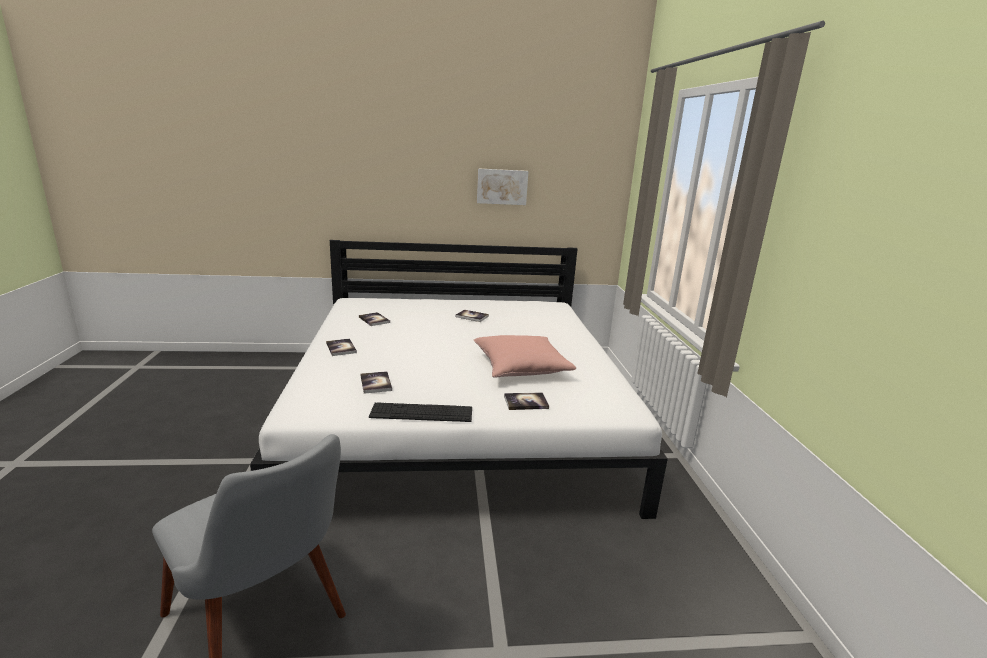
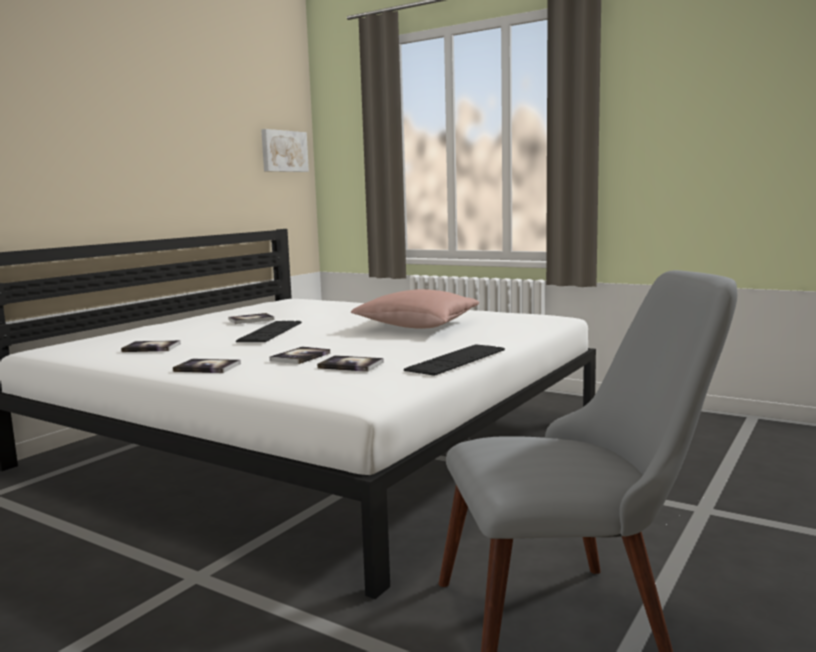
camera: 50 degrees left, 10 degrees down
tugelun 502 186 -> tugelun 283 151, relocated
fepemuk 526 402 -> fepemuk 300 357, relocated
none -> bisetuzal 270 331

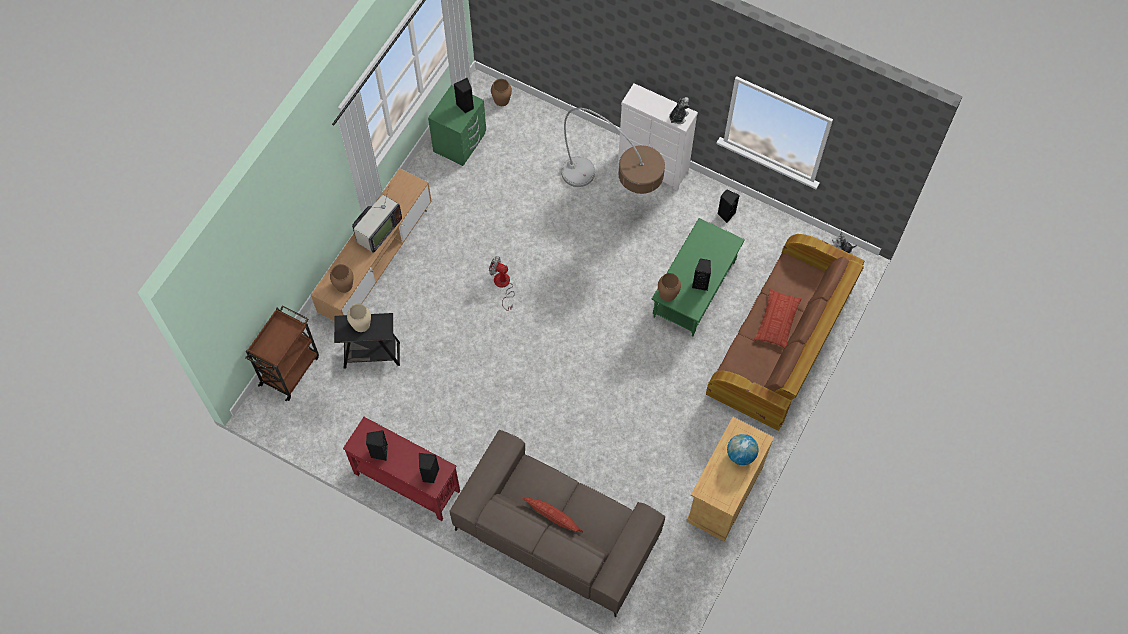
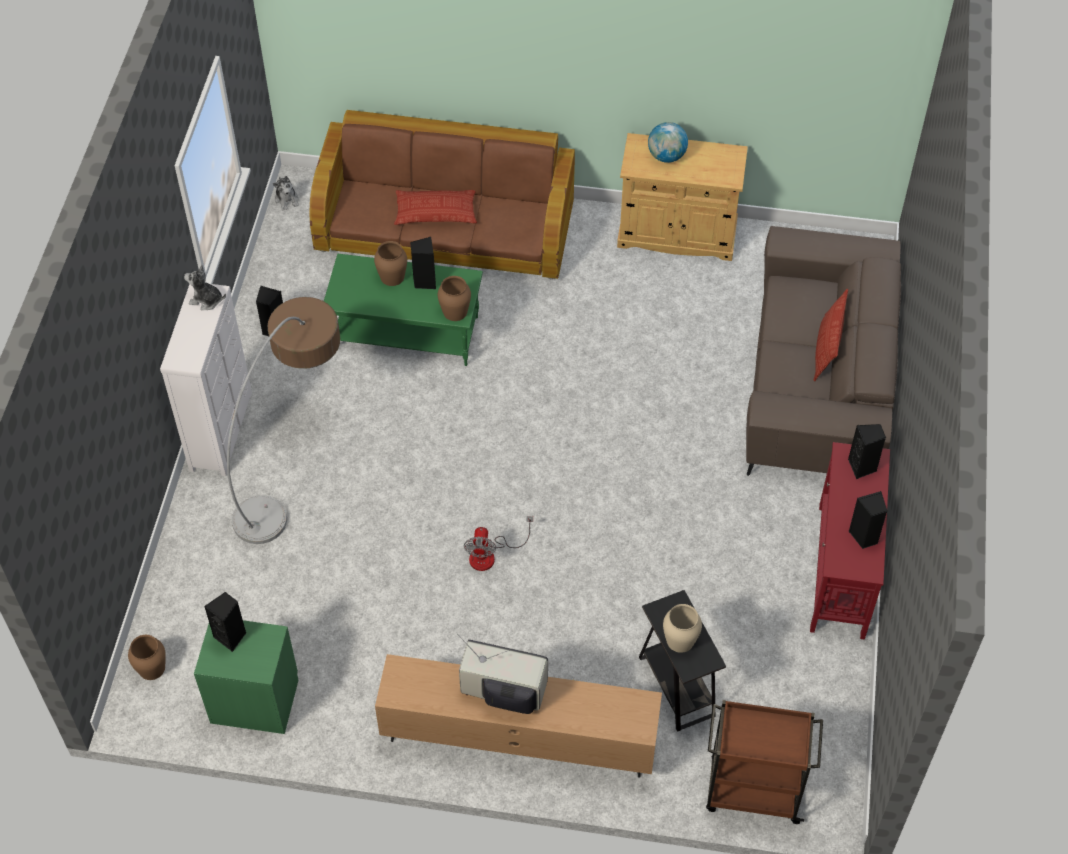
camera: 110 degrees left, 10 degrees down
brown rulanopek 344 284 -> brown rulanopek 392 277, relocated

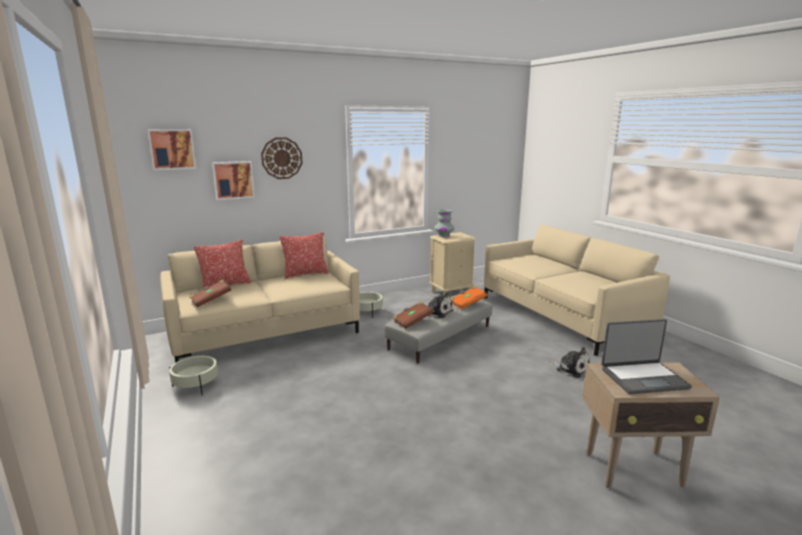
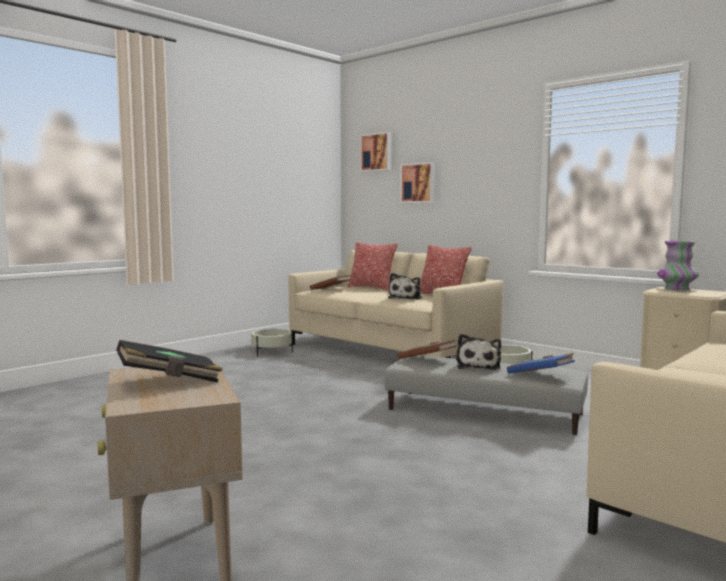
camera: 70 degrees right, 10 degrees down
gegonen 281 158 -> none
orange fepemuk 467 304 -> blue fepemuk 540 376
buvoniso 643 378 -> black fepemuk 169 381
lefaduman 571 369 -> lefaduman 406 298, relocated

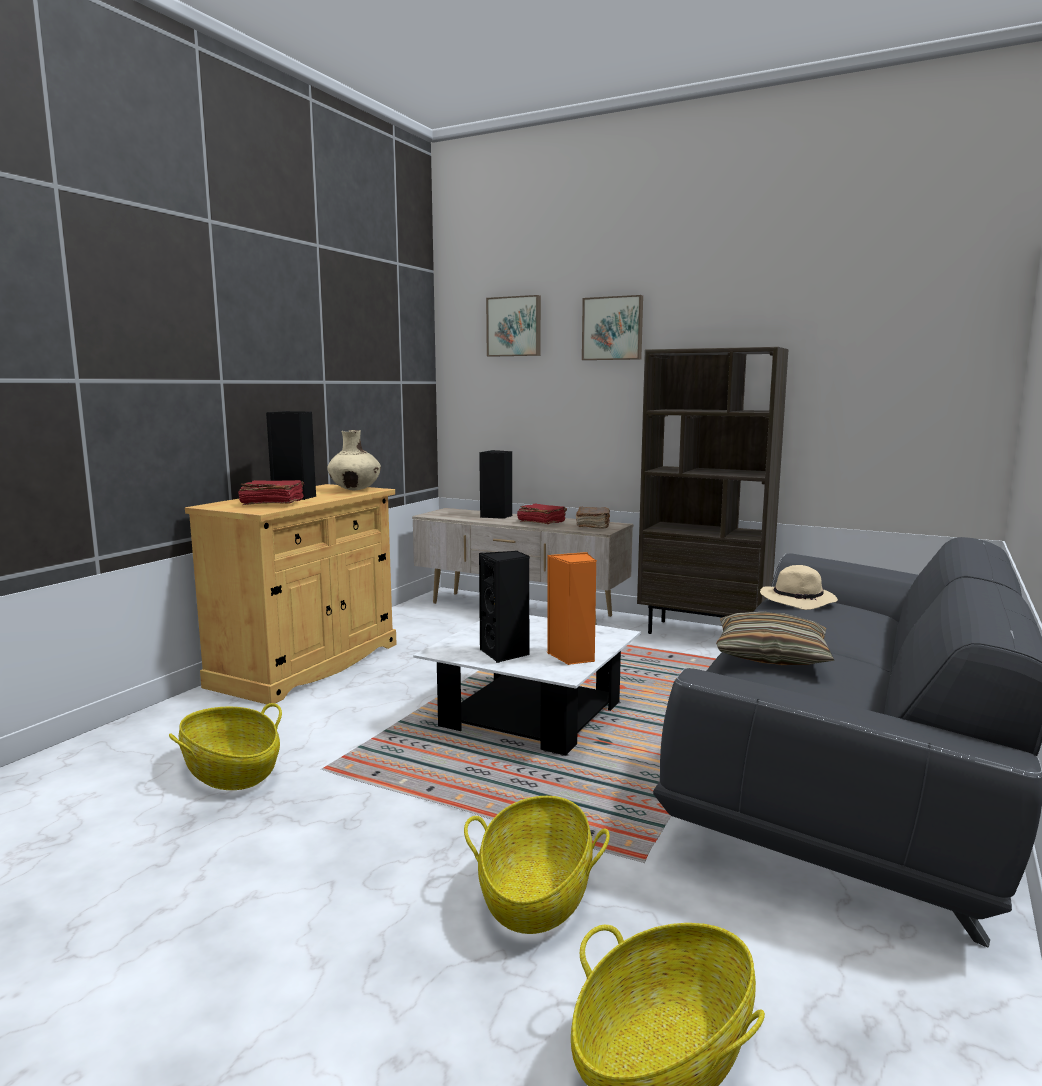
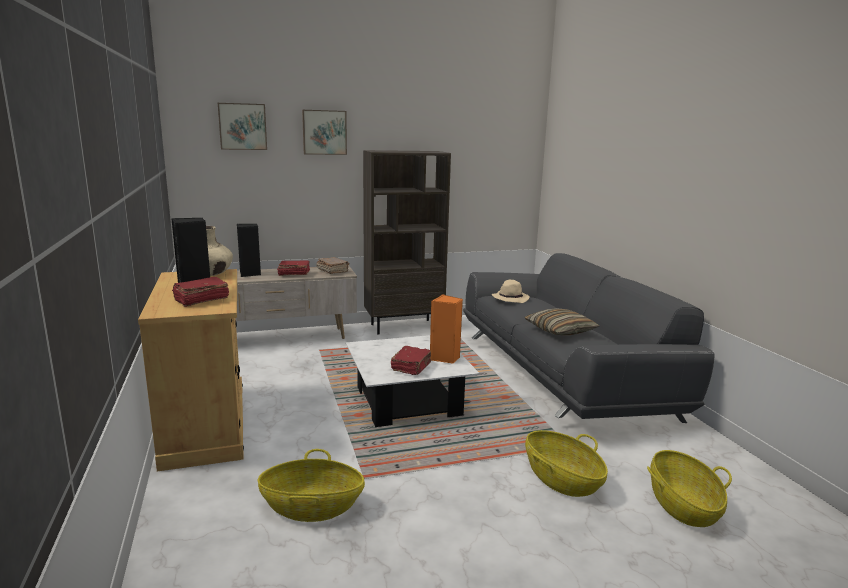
camera: 45 degrees left, 5 degrees up
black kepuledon 505 653 -> red fepemuk 411 367

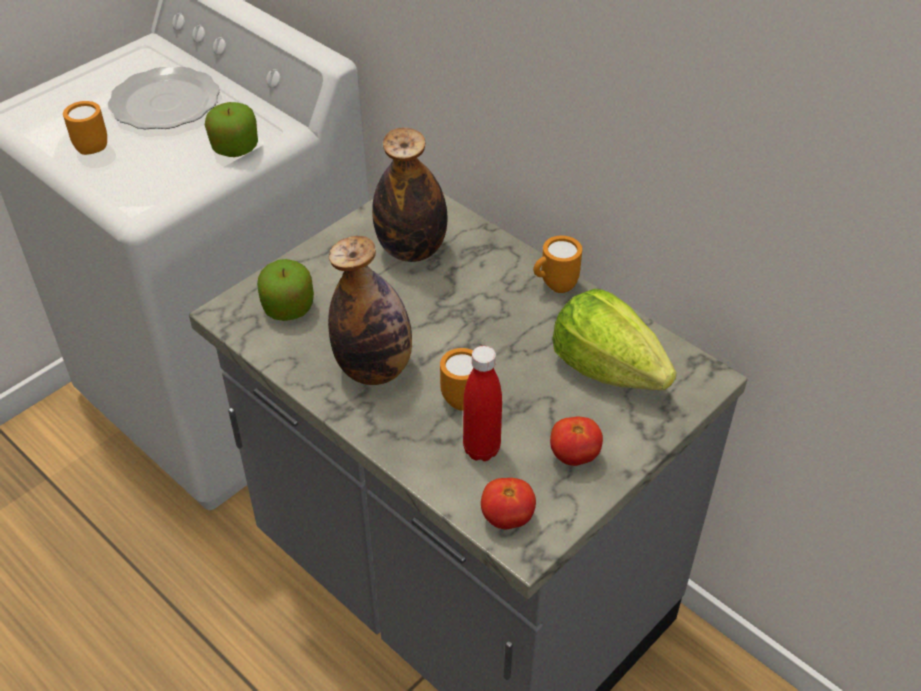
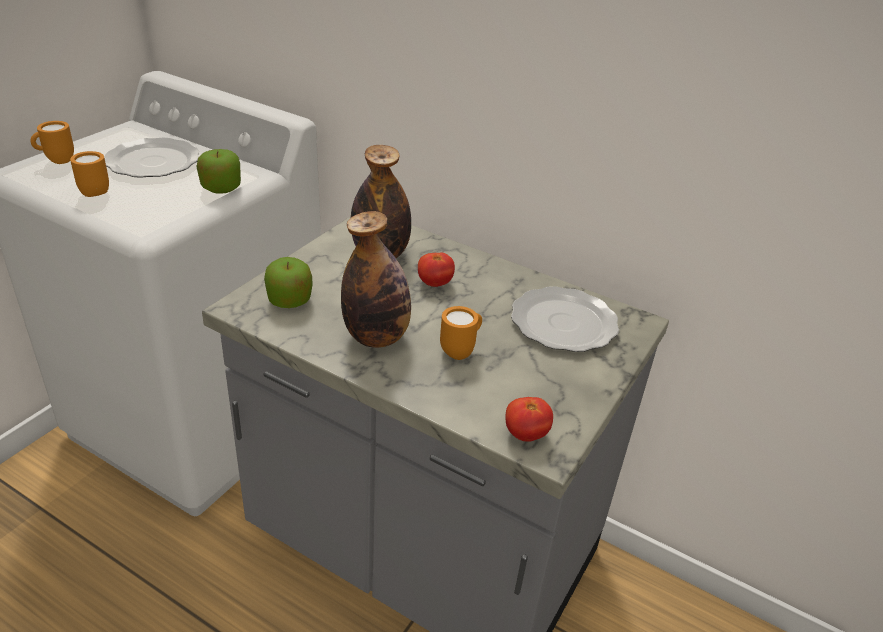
camera: 15 degrees left, 10 degrees down
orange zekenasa 554 286 -> orange zekenasa 56 161, relocated
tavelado 607 368 -> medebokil 563 322
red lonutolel 481 449 -> none
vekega 574 455 -> vekega 434 283, relocated

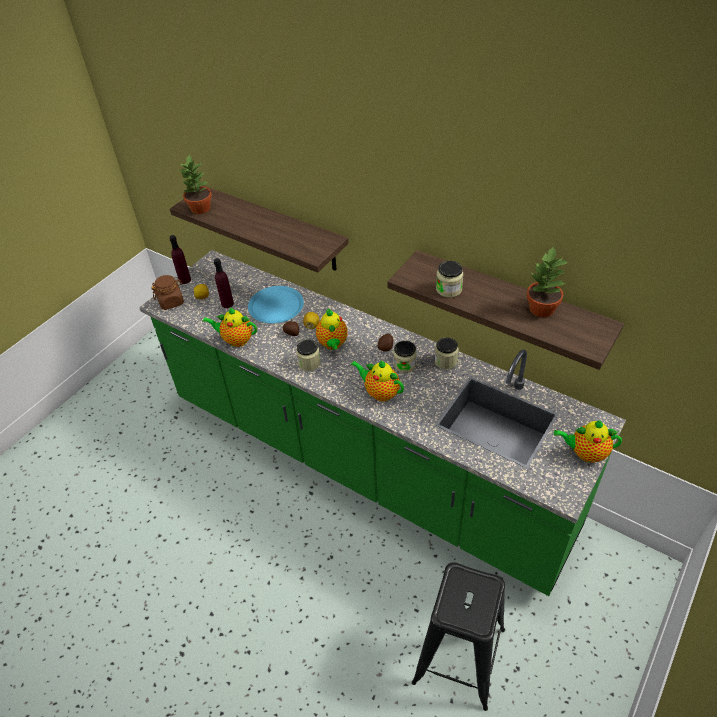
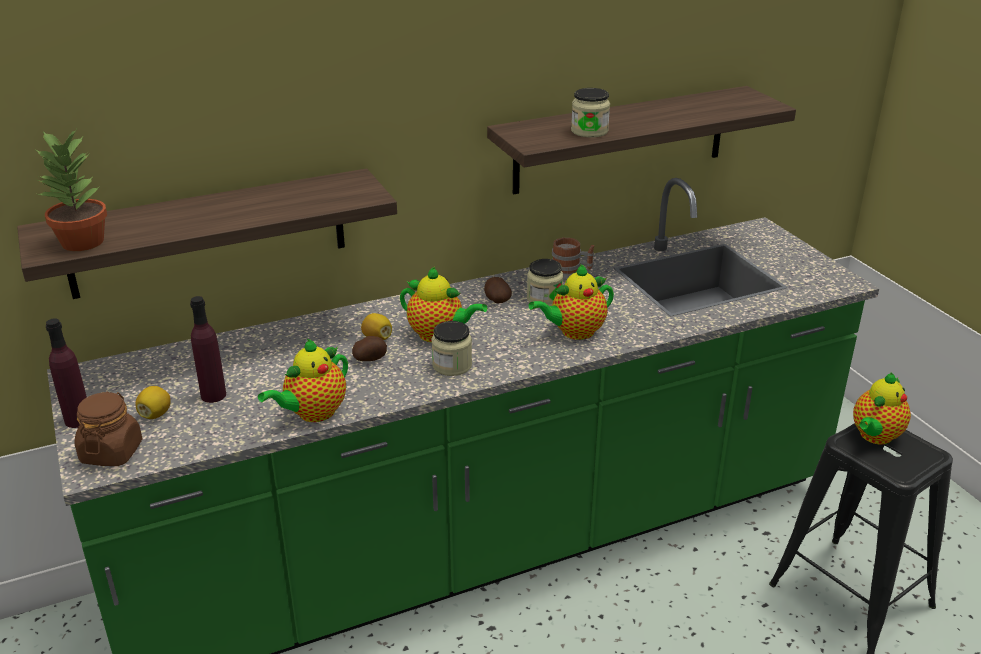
camera: 60 degrees left, 15 degrees down
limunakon 541 309 -> none
blue medebokil 276 306 -> none
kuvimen 445 361 -> zekenasa 571 272
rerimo 585 453 -> rerimo 874 436, relocated

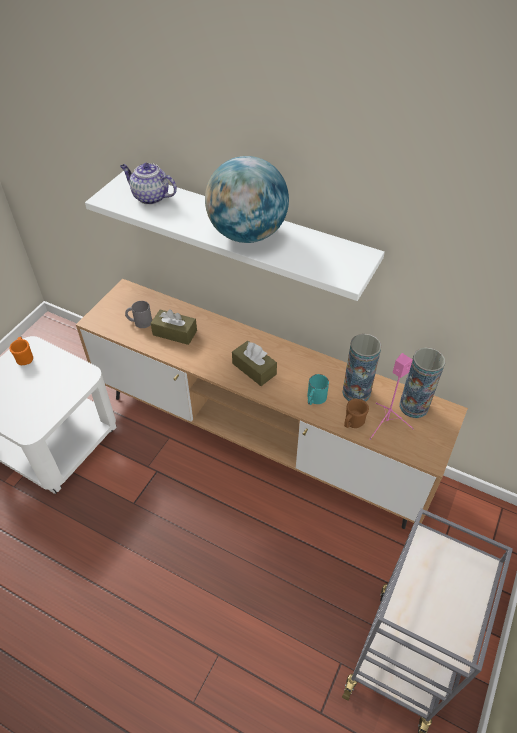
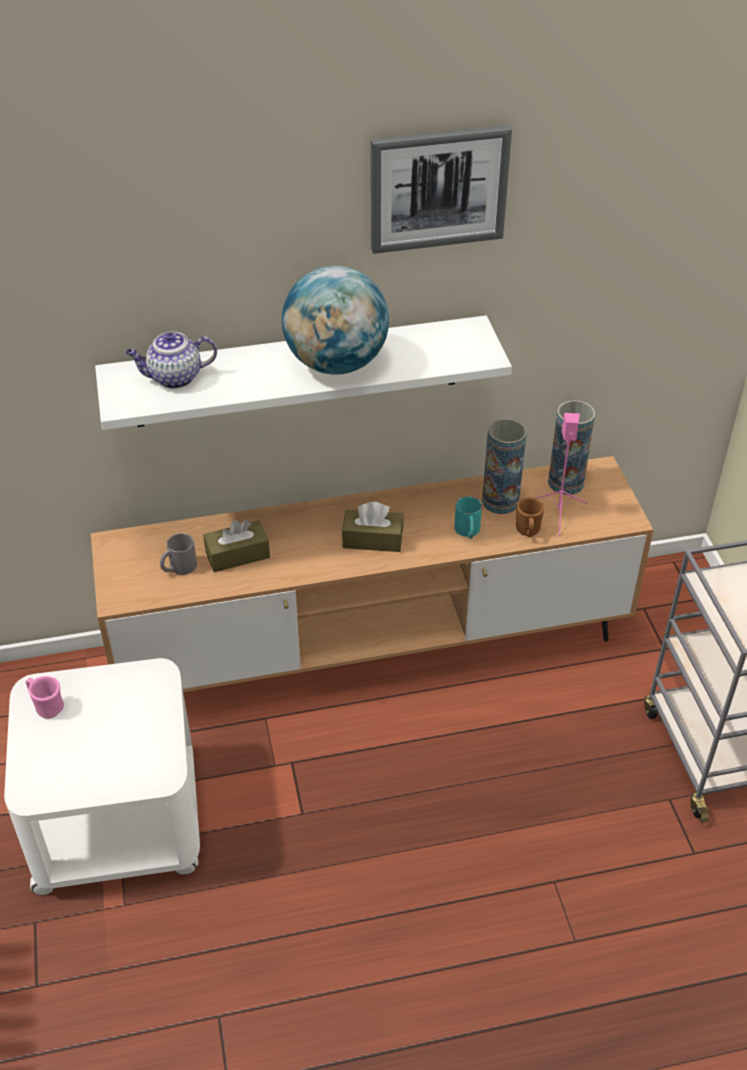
camera: 40 degrees left, 5 degrees down
orange zekenasa 25 357 -> pink zekenasa 46 706
none -> tugelun 438 188

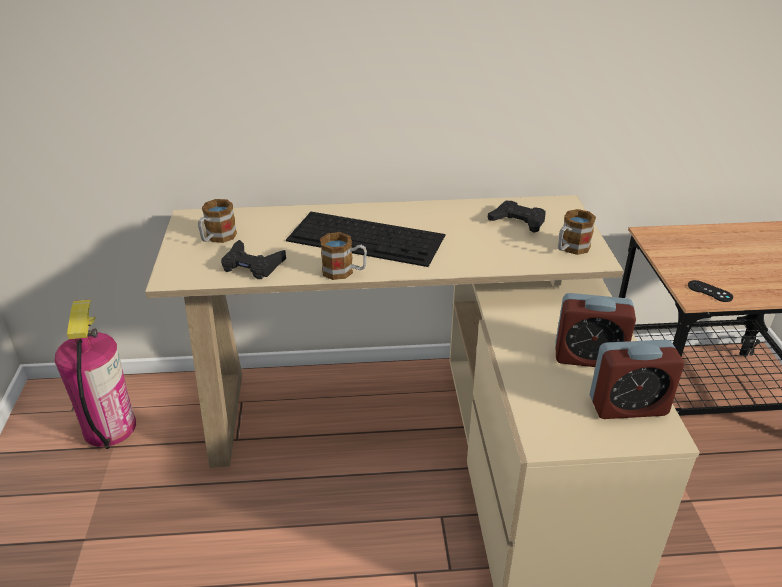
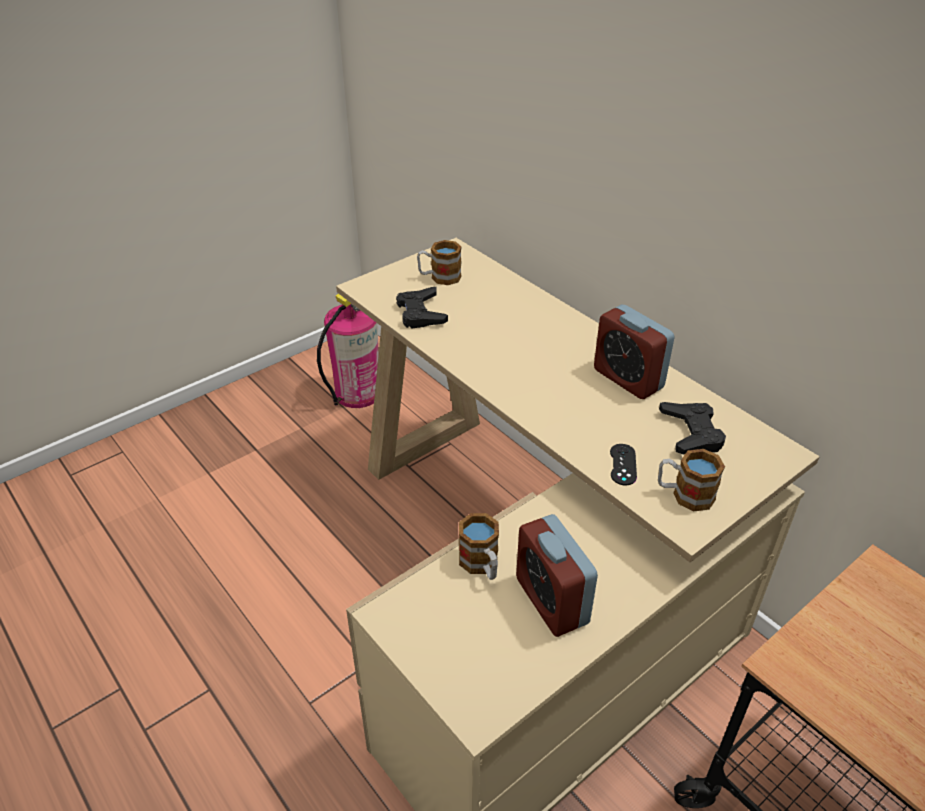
camera: 55 degrees right, 5 degrees up
bisetuzal 367 238 -> none
zekenasa 344 272 -> zekenasa 482 565, relocated
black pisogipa 709 291 -> black pisogipa 623 464, relocated
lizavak 628 406 -> lizavak 628 379, relocated

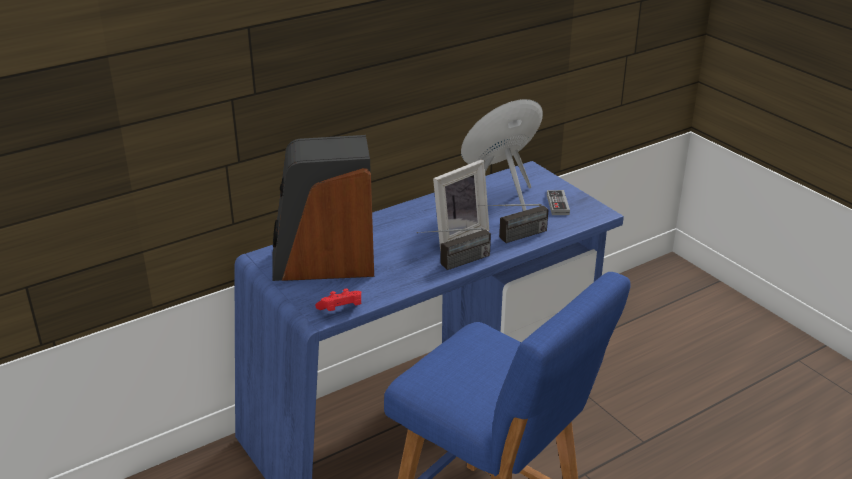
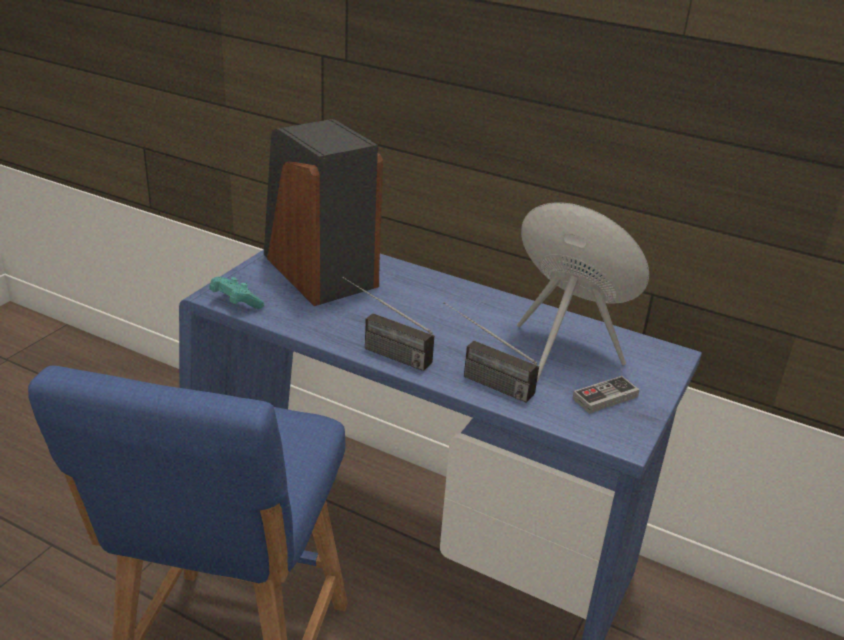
camera: 60 degrees right, 0 degrees up
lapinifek 457 235 -> none
red pisogipa 341 310 -> turquoise pisogipa 235 303

